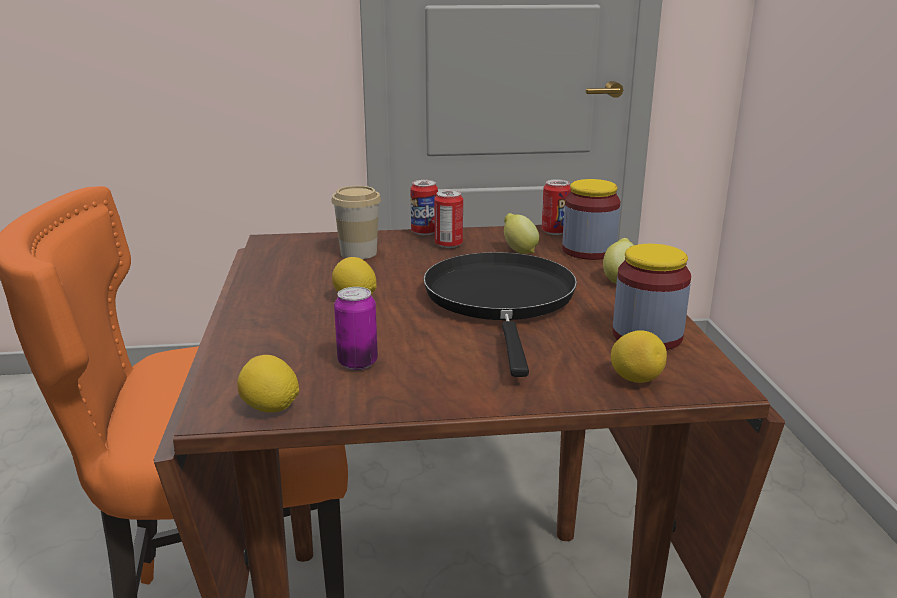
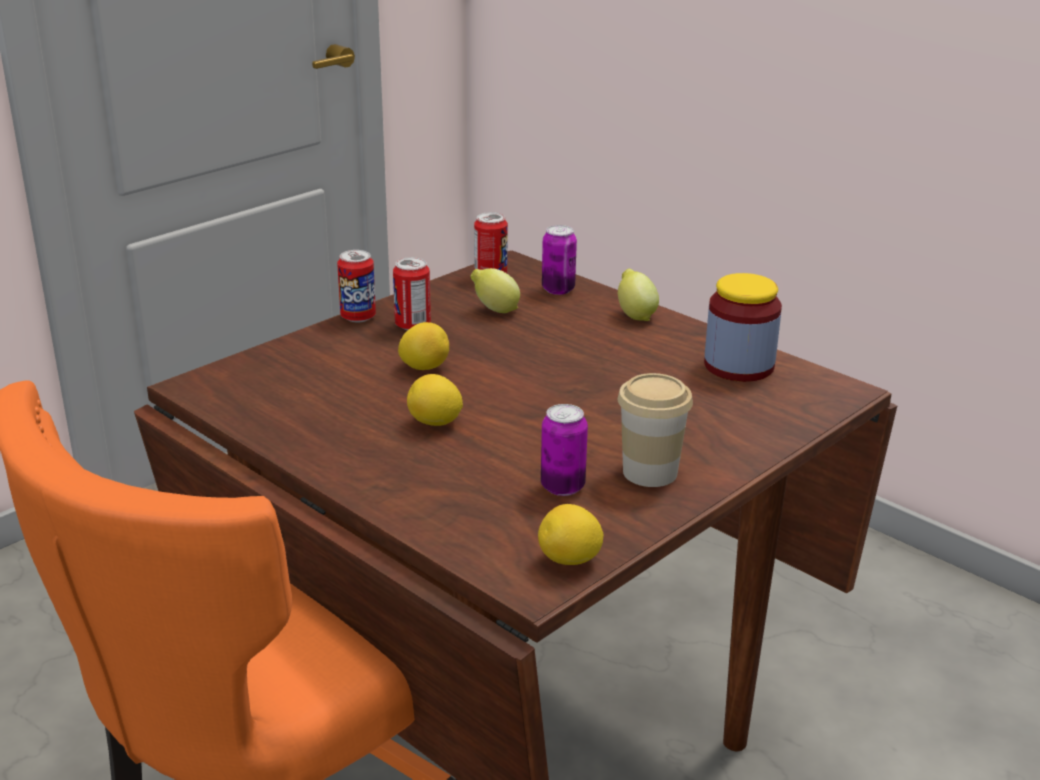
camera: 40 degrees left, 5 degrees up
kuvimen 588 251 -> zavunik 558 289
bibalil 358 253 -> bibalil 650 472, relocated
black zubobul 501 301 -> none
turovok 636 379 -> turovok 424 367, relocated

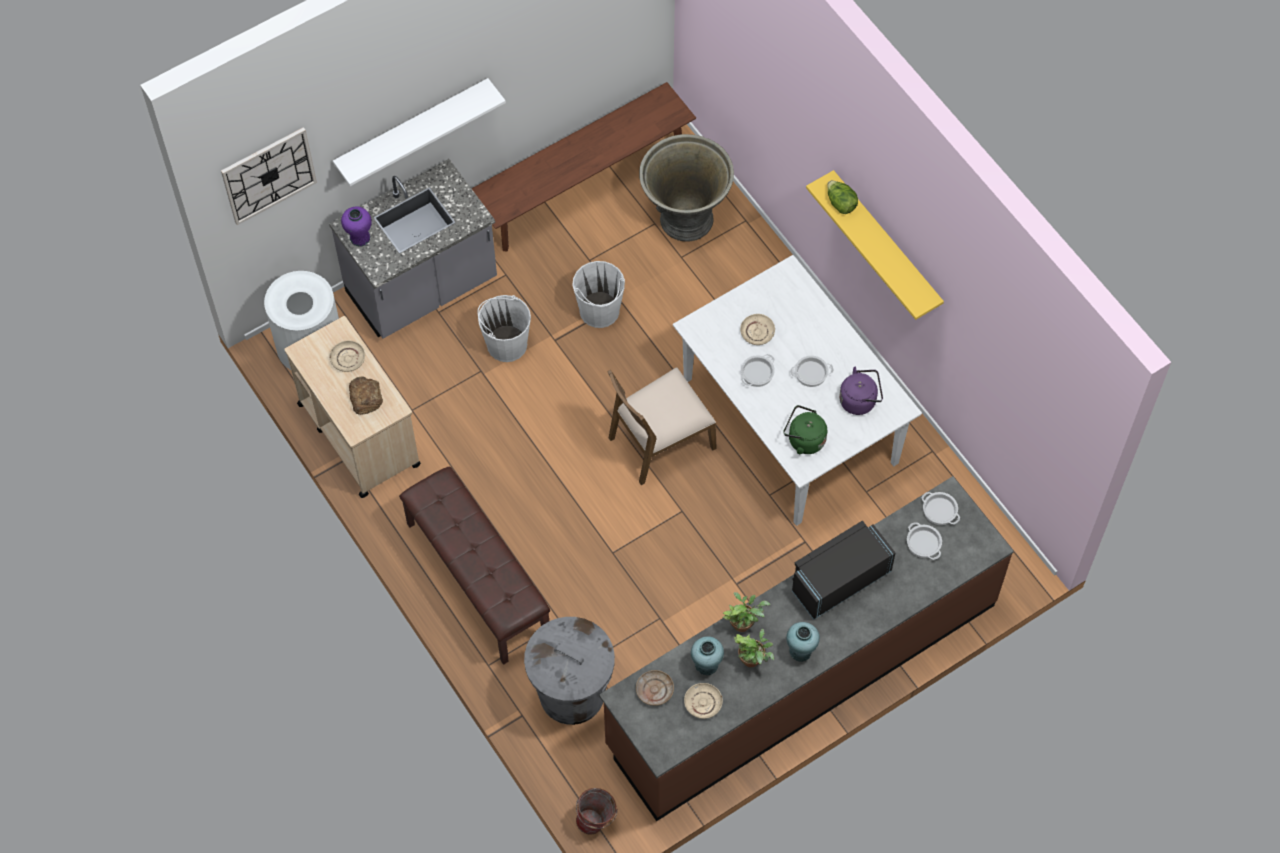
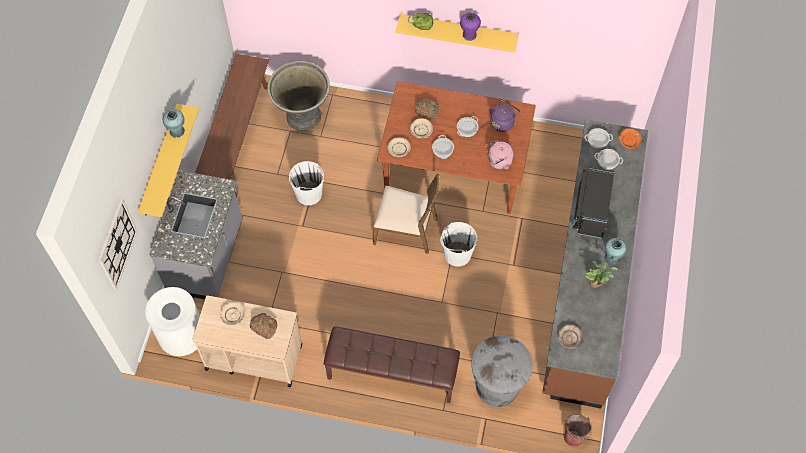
camera: 45 degrees left, 0 degrees up
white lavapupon 412 129 -> yellow lavapupon 159 162
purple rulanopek 359 237 -> purple rulanopek 469 35, relocated
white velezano 791 421 -> brown velezano 455 168
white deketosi 506 344 -> white deketosi 457 254, relocated
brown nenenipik 660 441 -> brown nenenipik 406 230, 90 degrees counterclockwise
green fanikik 804 440 -> pink fanikik 498 161
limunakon 743 623 -> none
turquoise rulanopek 706 665 -> turquoise rulanopek 177 131, relocated
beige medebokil 702 703 -> beige medebokil 399 149, relocated
none -> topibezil 426 110
none -> orange medebokil 629 140

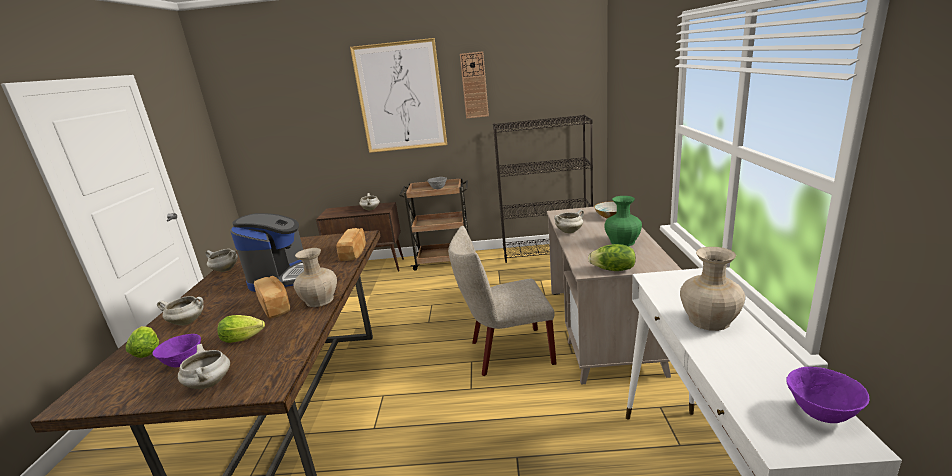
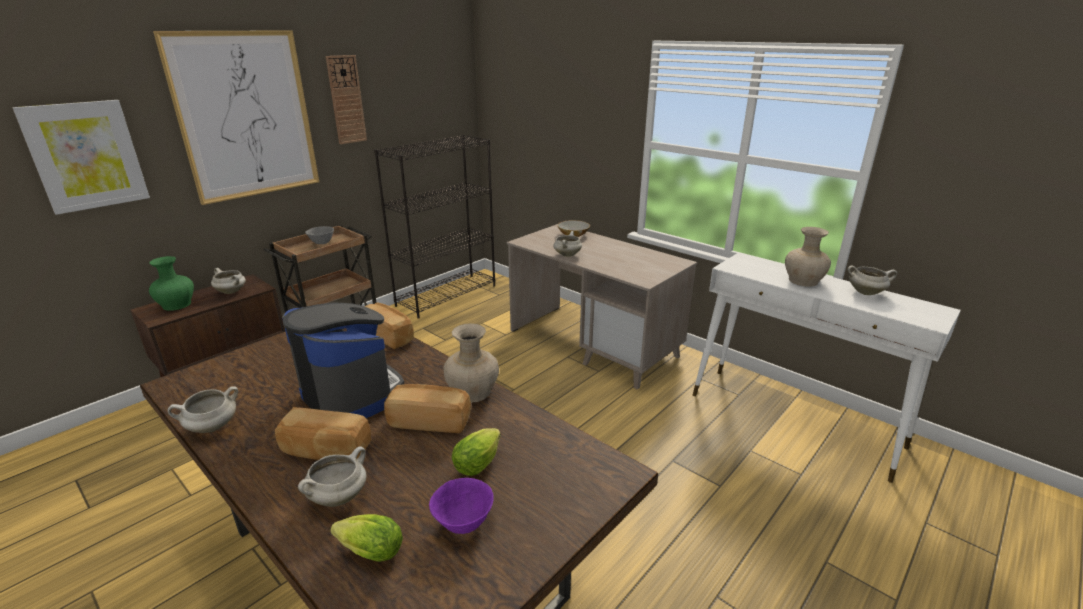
camera: 50 degrees left, 5 degrees up
green rulanopek 623 242 -> green rulanopek 177 305, relocated
beige nenenipik 506 353 -> none
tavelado 613 270 -> none
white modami 210 384 -> white modami 866 292, relocated
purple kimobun 820 413 -> none
none -> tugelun 86 156
none -> topibezil 326 450

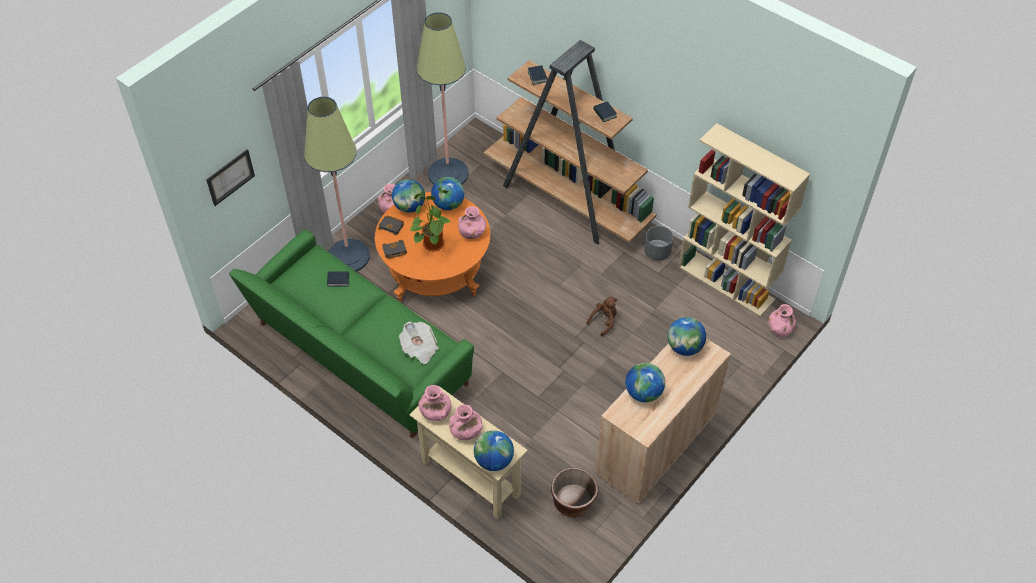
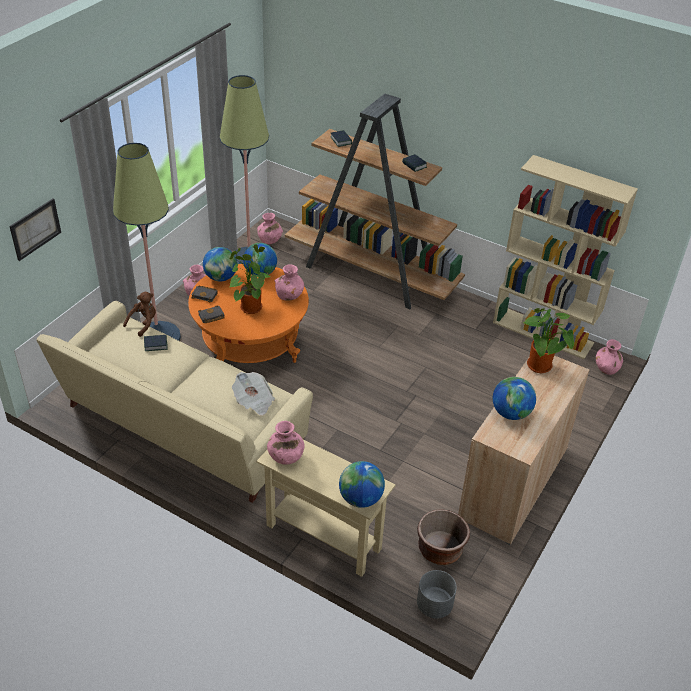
camera: 10 degrees left, 10 degrees down
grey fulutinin 657 252 -> grey fulutinin 434 605, relocated
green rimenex 358 357 -> beige rimenex 180 429
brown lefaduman 604 321 -> brown lefaduman 143 323, relocated
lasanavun 684 347 -> limunakon 541 368
pink rulanopek 466 432 -> pink rulanopek 269 240, relocated

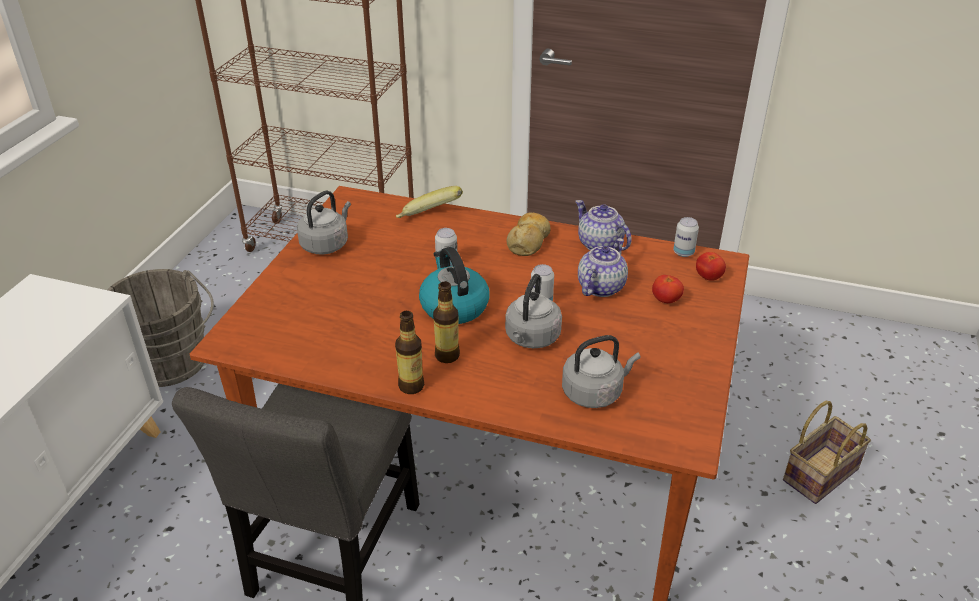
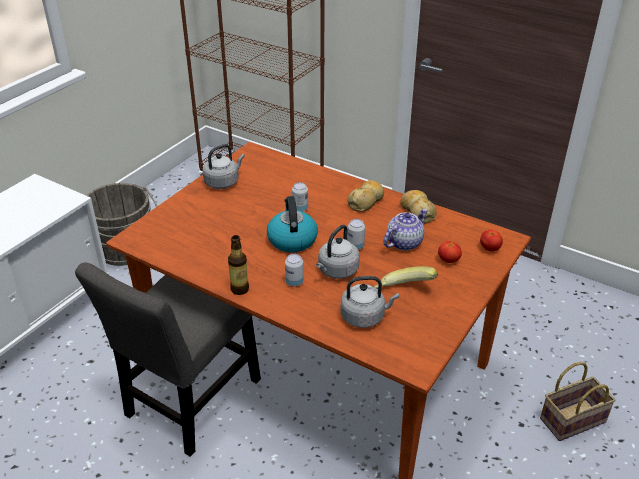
camera: 15 degrees right, 0 degrees up
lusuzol 429 219 -> lusuzol 403 292, relocated
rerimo 599 244 -> topibezil 417 211
zavunik 683 252 -> zavunik 294 282, relocated
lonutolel 447 355 -> none

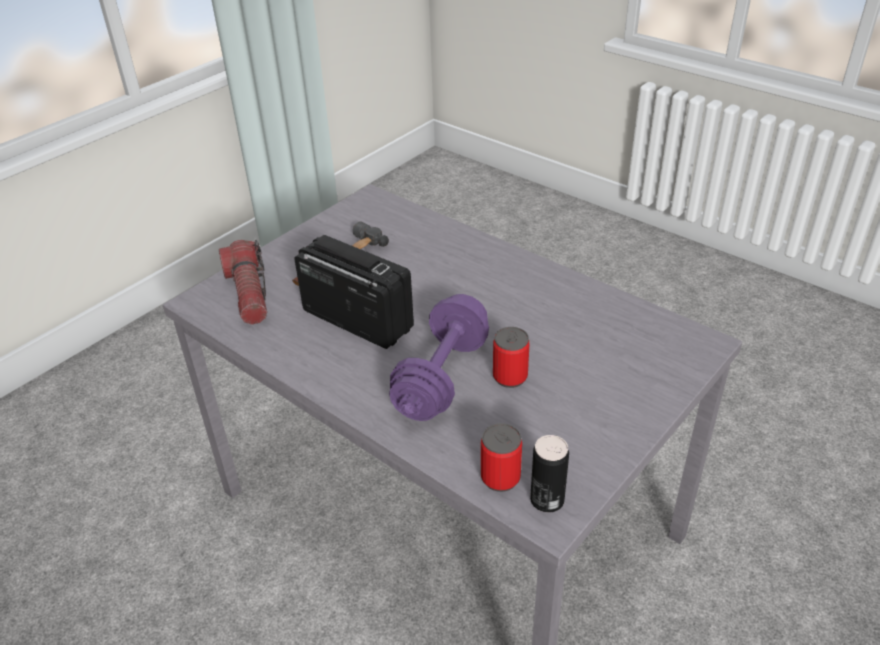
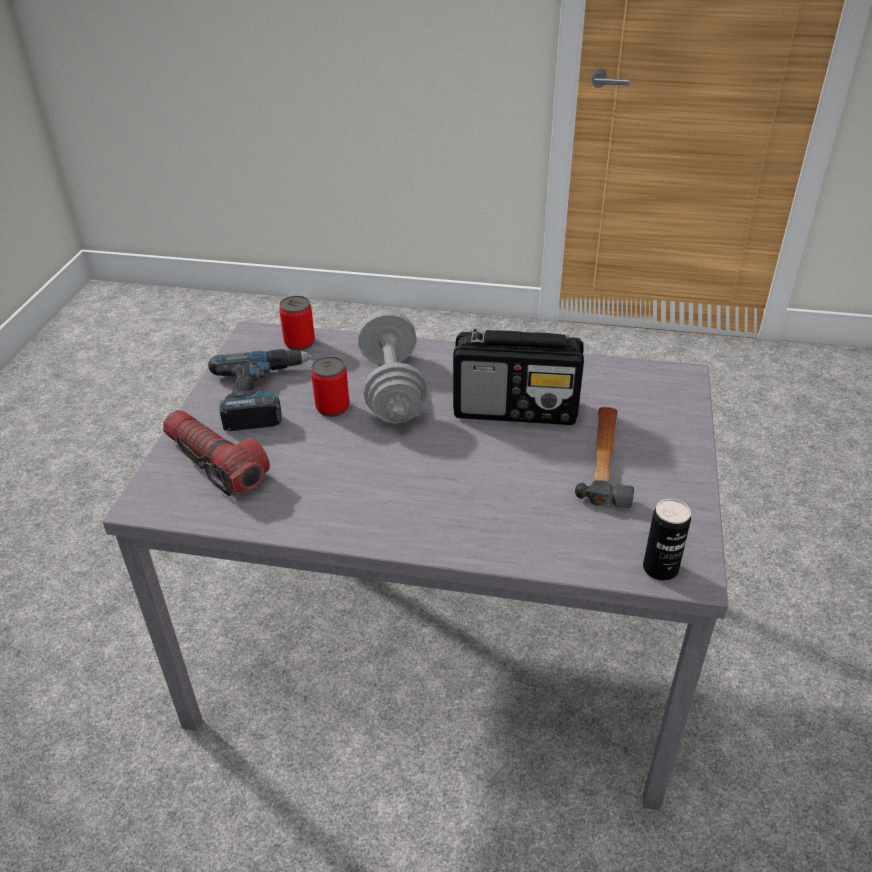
camera: 150 degrees right, 0 degrees up
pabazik 249 293 -> pabazik 215 463, relocated
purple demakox 442 378 -> grey demakox 392 388
zavunik 547 500 -> zavunik 660 569, relocated
none -> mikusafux 262 395

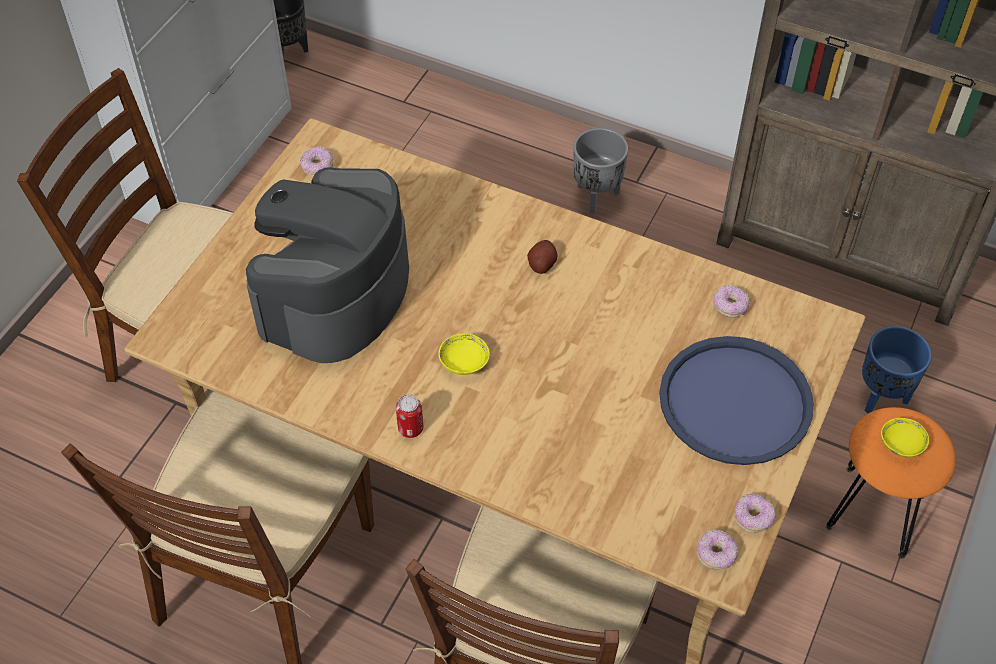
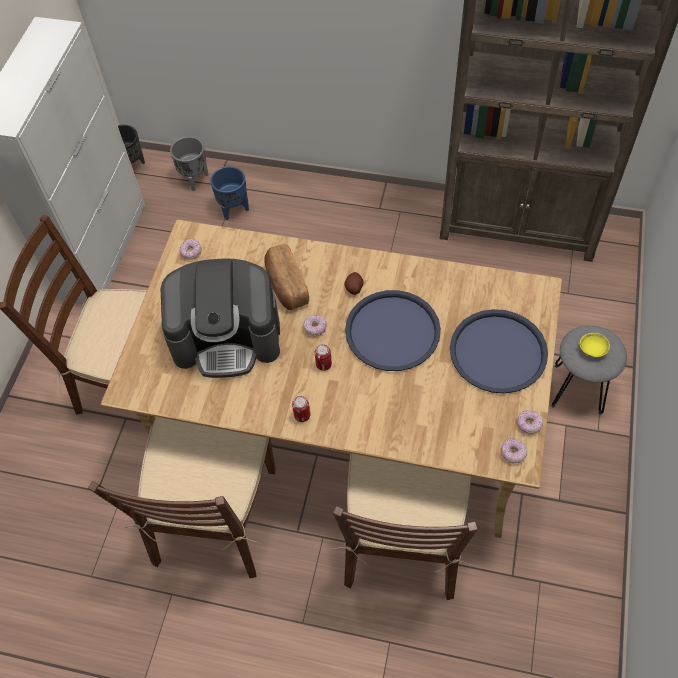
camera: 10 degrees left, 5 degrees up
grey fulutinin 596 196 -> grey fulutinin 194 179, relocated
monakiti 334 295 -> monakiti 227 337, 105 degrees counterclockwise
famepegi 730 306 -> famepegi 315 328, relocated
blue fulutinin 882 397 -> blue fulutinin 234 209, relocated
yellow kimobun 464 363 -> zavunik 323 364
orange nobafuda 874 511 -> grey nobafuda 577 389
none -> topibezil 286 285
none -> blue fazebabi 393 331

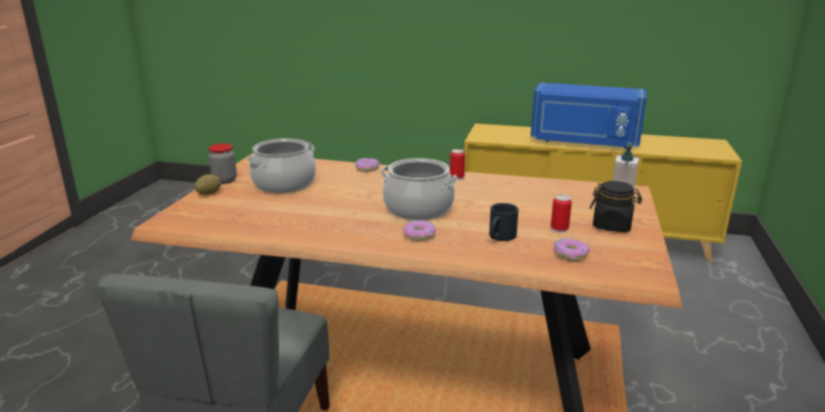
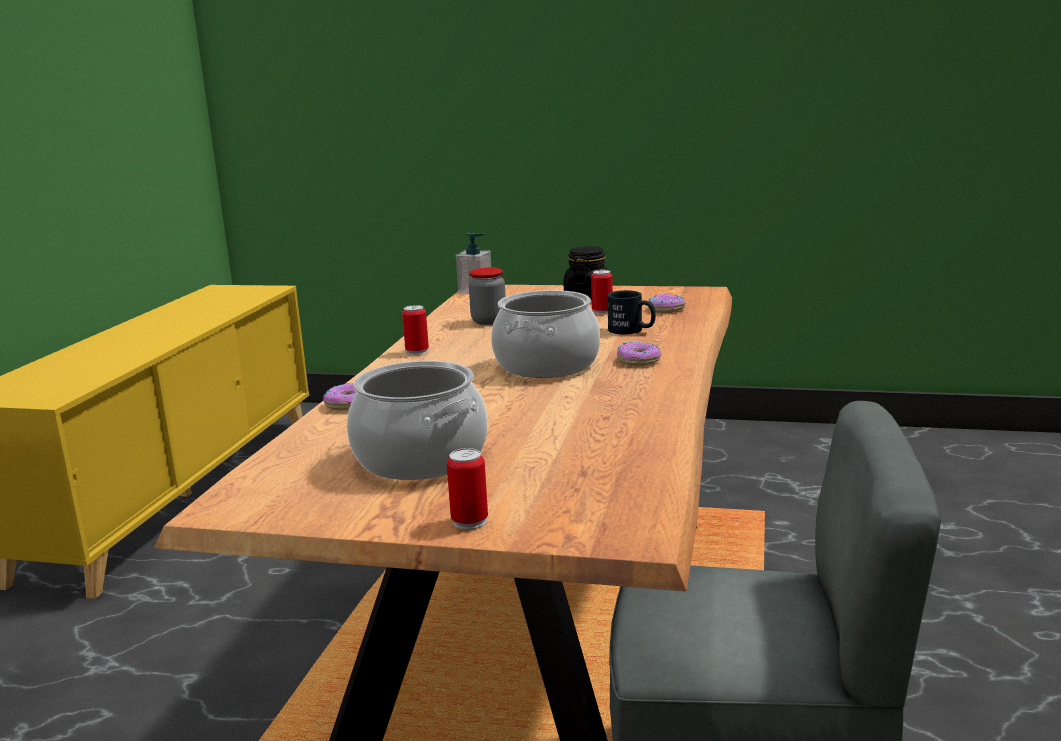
camera: 90 degrees left, 5 degrees down
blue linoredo 583 142 -> none
kuvimen 224 180 -> kuvimen 488 321, relocated
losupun 209 194 -> zavunik 469 521

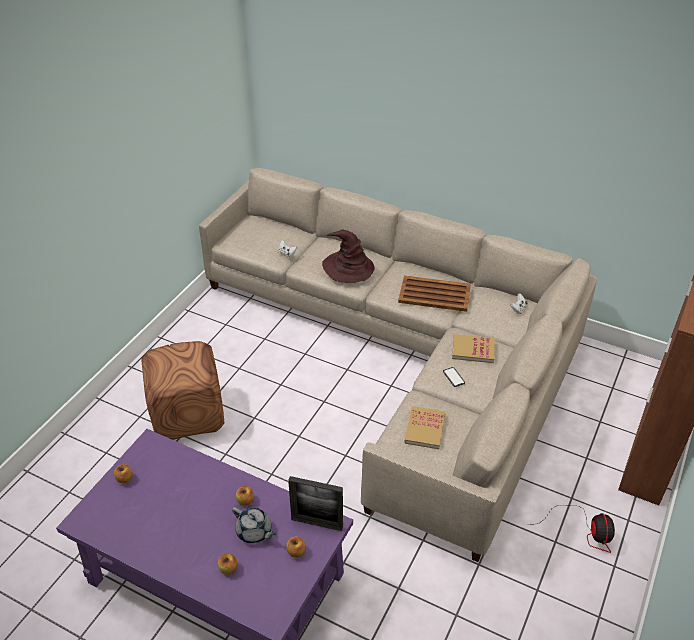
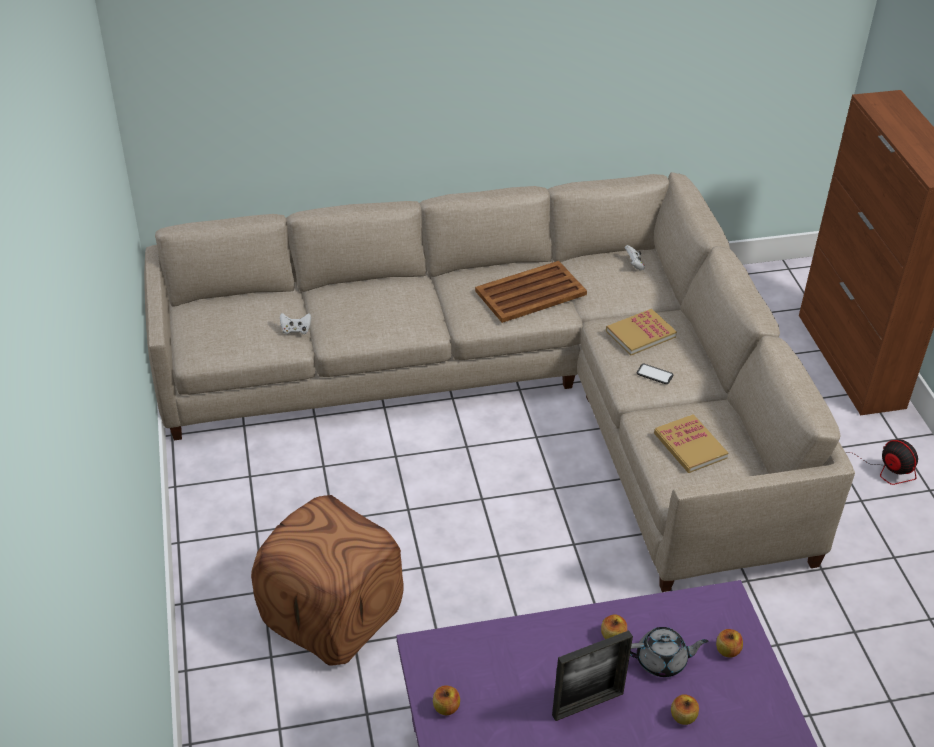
camera: 40 degrees left, 0 degrees up
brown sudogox 348 267 -> none
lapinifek 317 523 -> lapinifek 587 704, relocated

